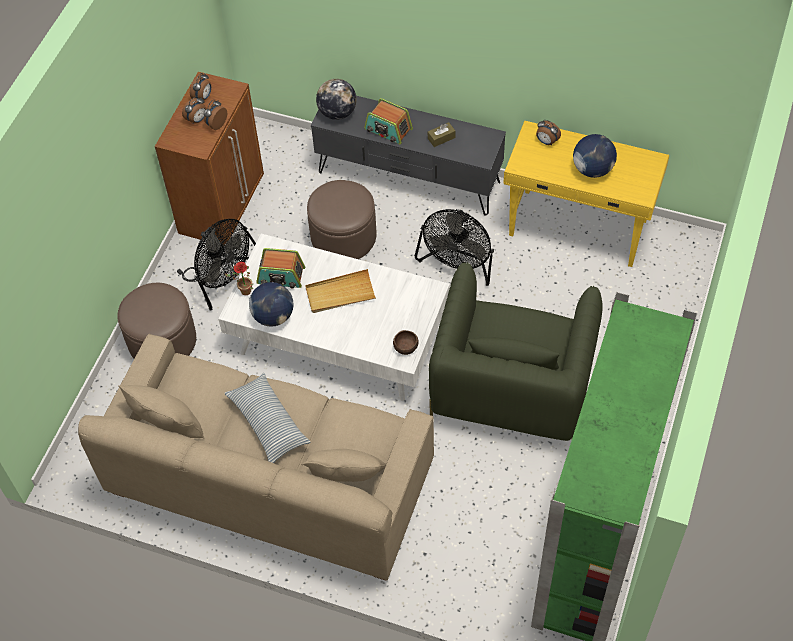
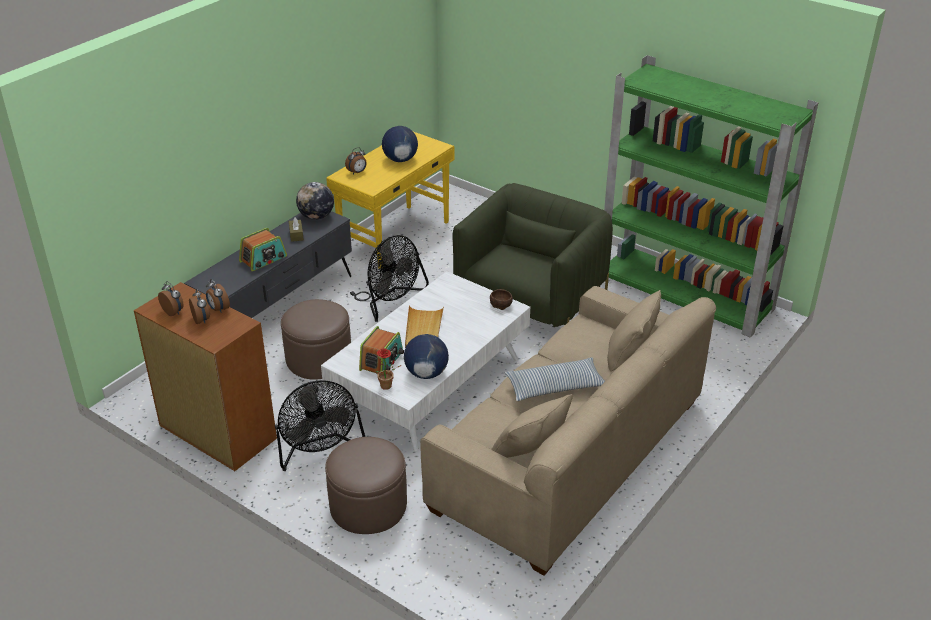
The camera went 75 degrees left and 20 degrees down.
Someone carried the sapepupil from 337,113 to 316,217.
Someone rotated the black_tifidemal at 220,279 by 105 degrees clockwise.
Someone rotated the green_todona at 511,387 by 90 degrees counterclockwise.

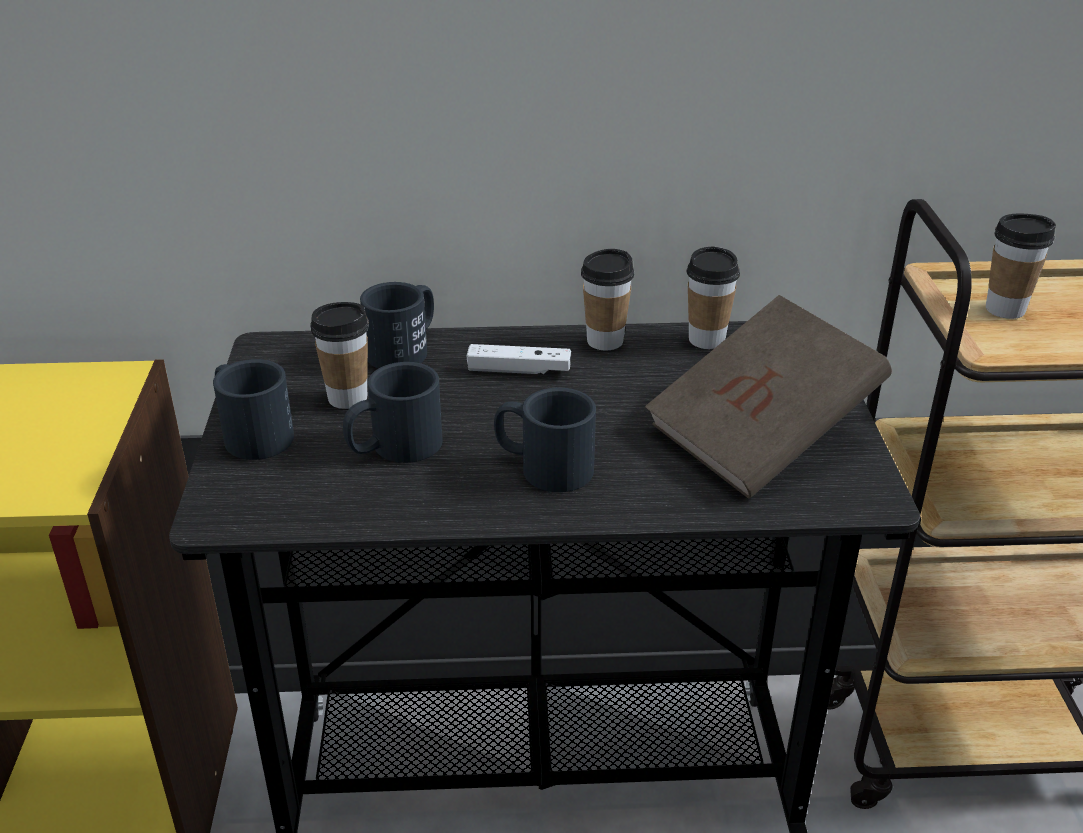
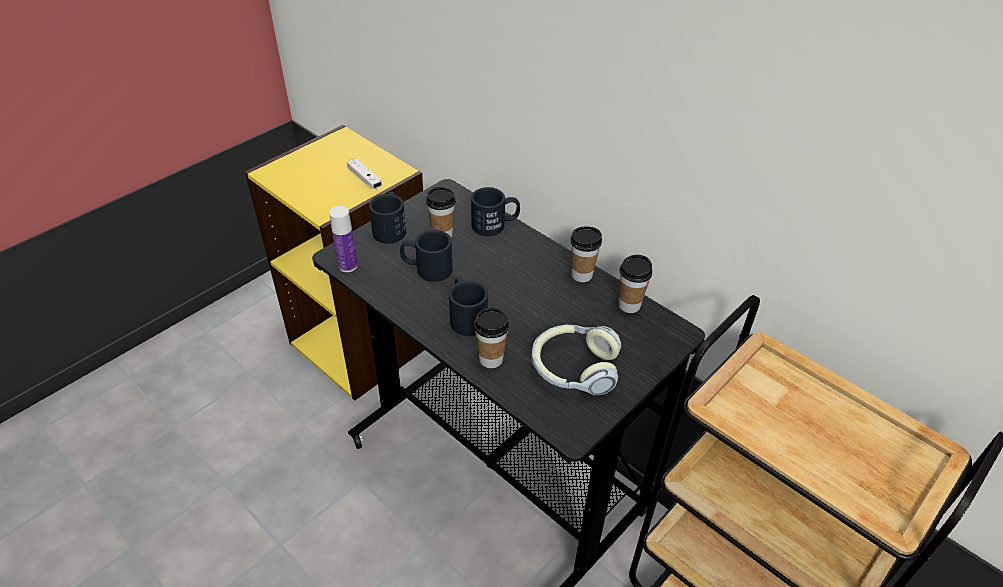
The camera went 45 degrees right and 10 degrees up.
Someone put down the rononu at 347,266.
Someone carried the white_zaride from 519,370 to 365,179.
Someone carried the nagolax from 1005,309 to 491,359.
Someone swapped the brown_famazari at 761,436 for the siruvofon at 573,368.

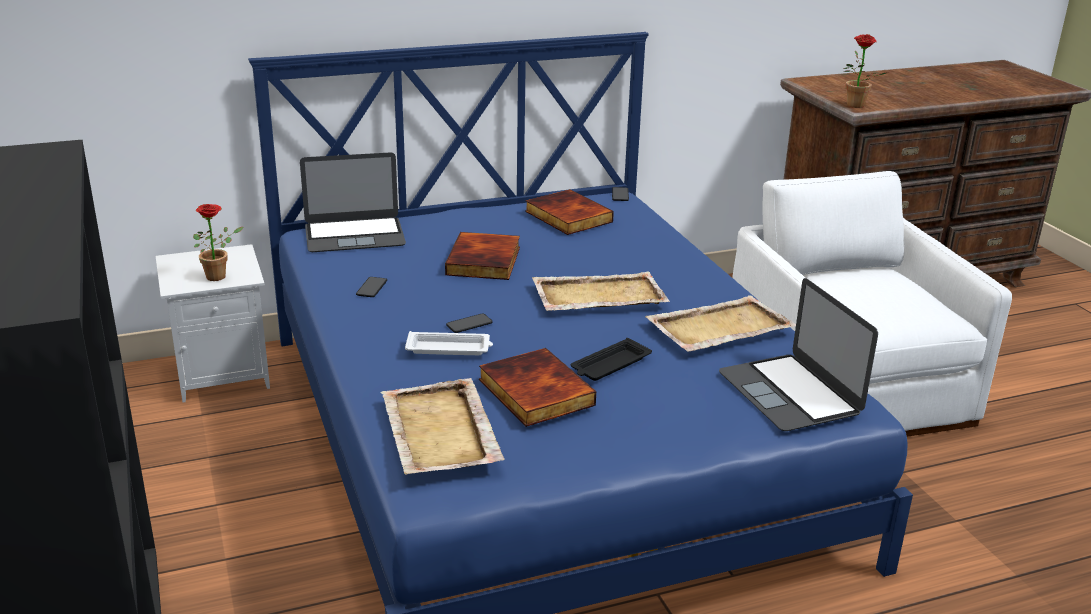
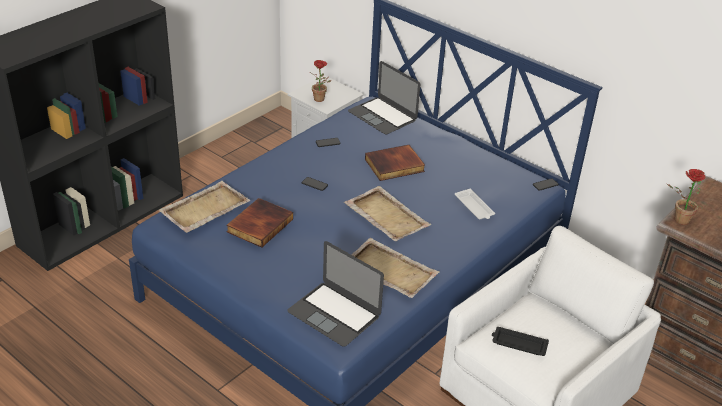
The camera went 60 degrees right and 10 degrees up.
Someone took away the famazari at 566,217.
Someone carried the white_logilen from 450,348 to 474,207.
Someone carried the black_logilen from 609,365 to 518,344.
Someone rotated the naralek at 789,392 by 90 degrees counterclockwise.

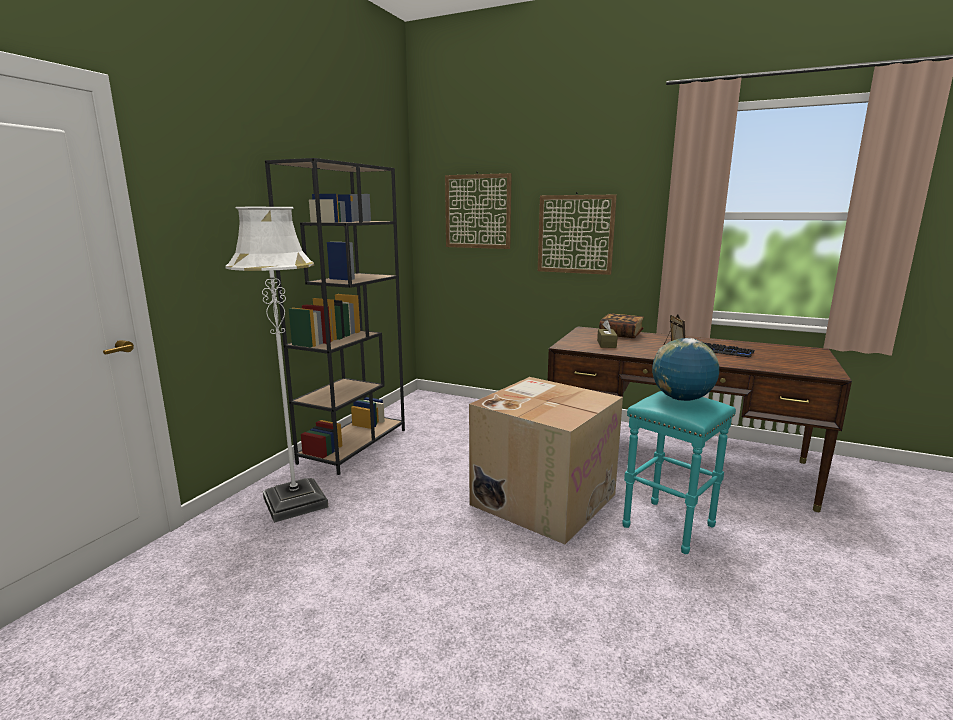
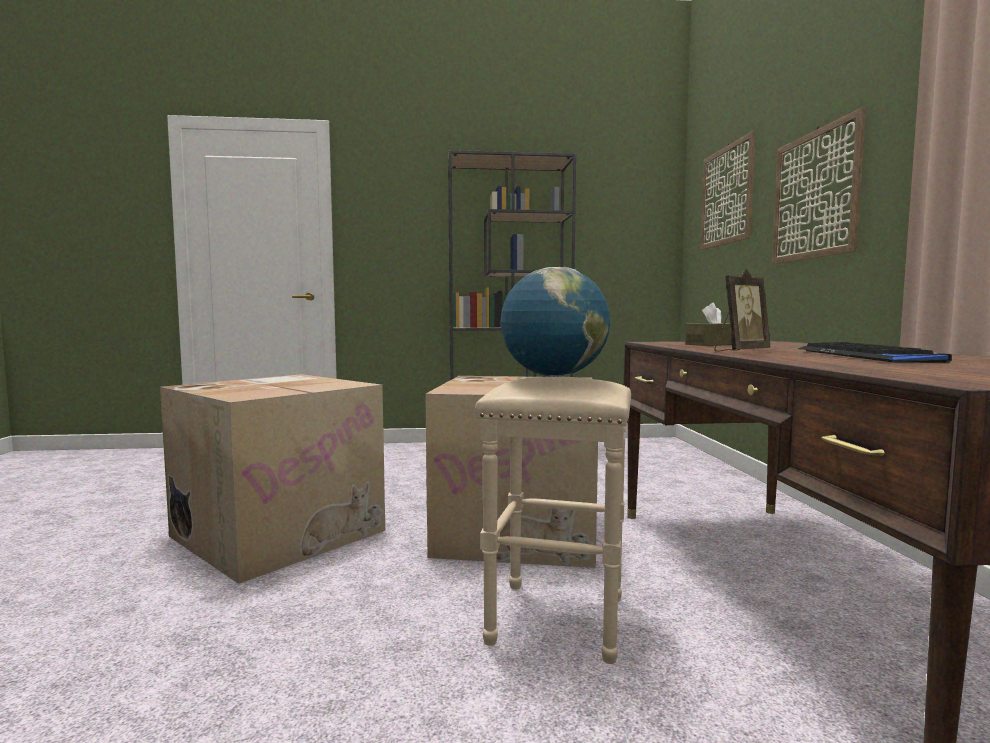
The camera went 60 degrees right and 10 degrees down.
Someone took away the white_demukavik at 295,502.
Someone took away the famazari at 620,335.
Someone put down the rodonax at 279,532.
Someone repainted the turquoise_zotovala at 666,525, which became the beige_zotovala at 554,617.

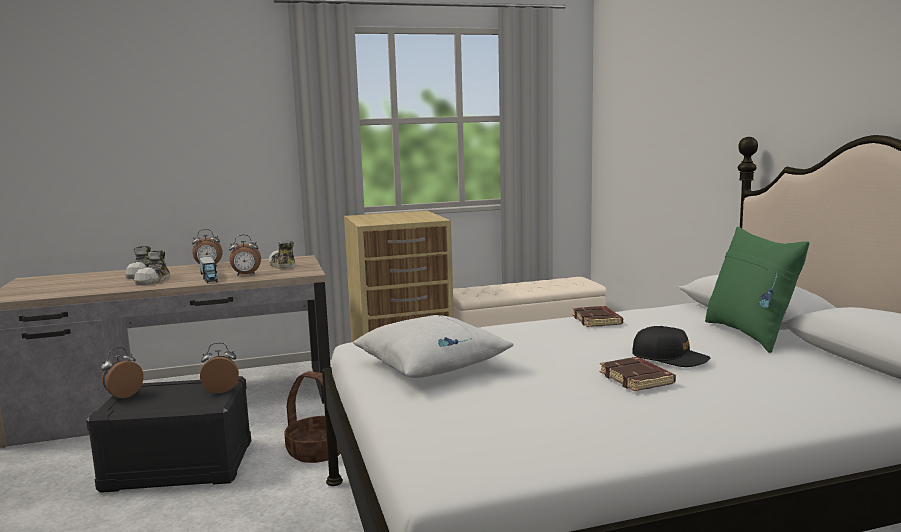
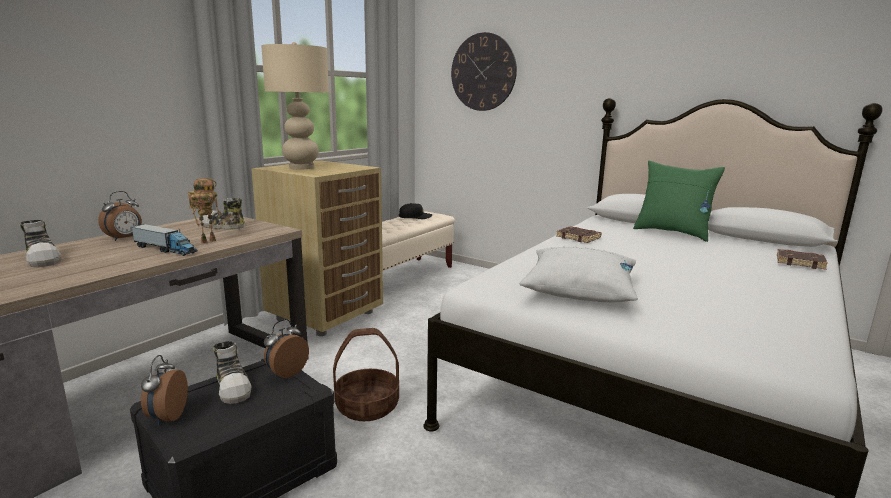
The camera went 40 degrees left and 5 degrees up.
Someone put down the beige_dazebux at 301,167.
Someone put up the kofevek at 483,72.
Someone carried the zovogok from 154,280 to 234,387.
Someone carried the brown_famazari from 637,379 to 800,262.
Someone carried the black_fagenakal from 669,358 to 415,217.
Someone swapped the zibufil at 246,275 for the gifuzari at 208,241.

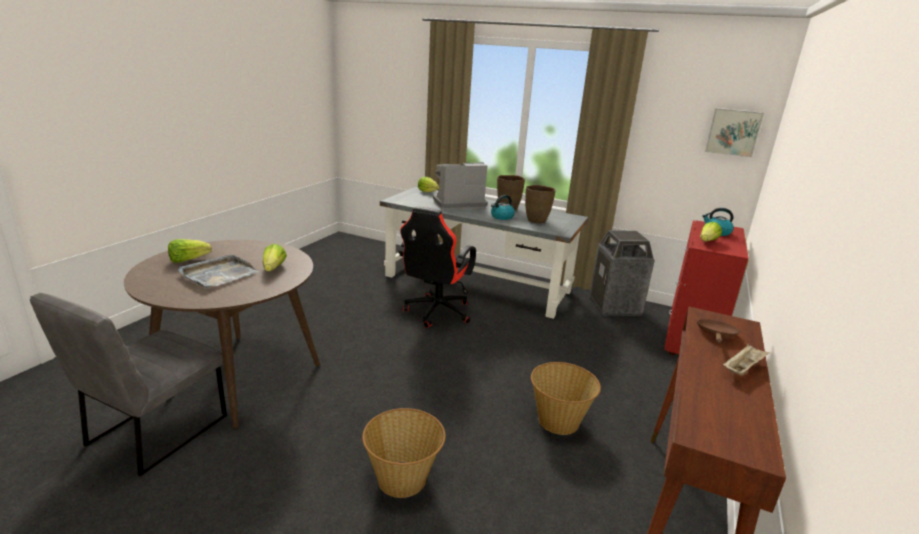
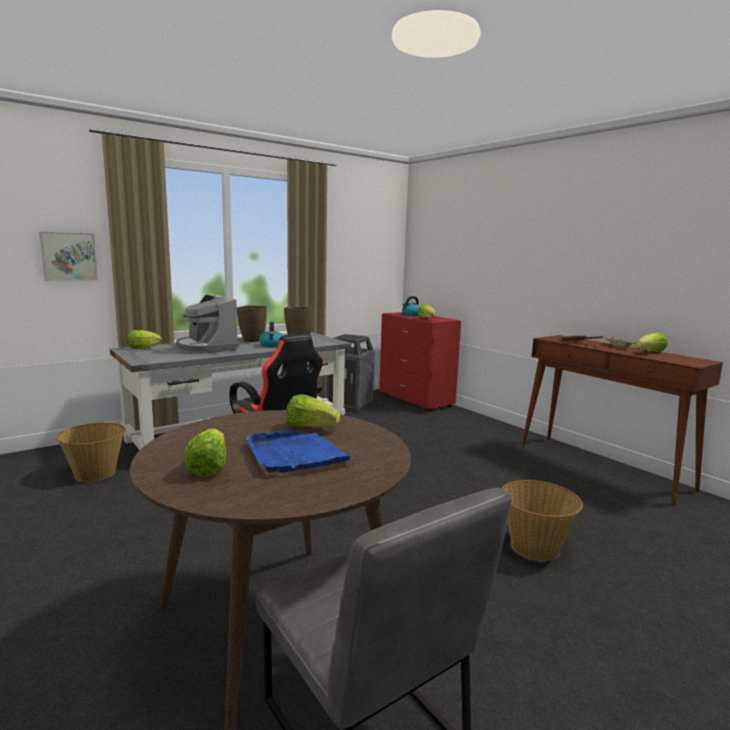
The camera went 60 degrees left and 10 degrees down.
Someone put down the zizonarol at 650,352.
Someone carried the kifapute from 558,420 to 95,473.
Someone carried the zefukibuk from 733,132 to 69,256.
Someone repainted the grey_logilen at 218,274, which became the blue_logilen at 295,454.
Someone rotated the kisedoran at 457,204 by 45 degrees counterclockwise.

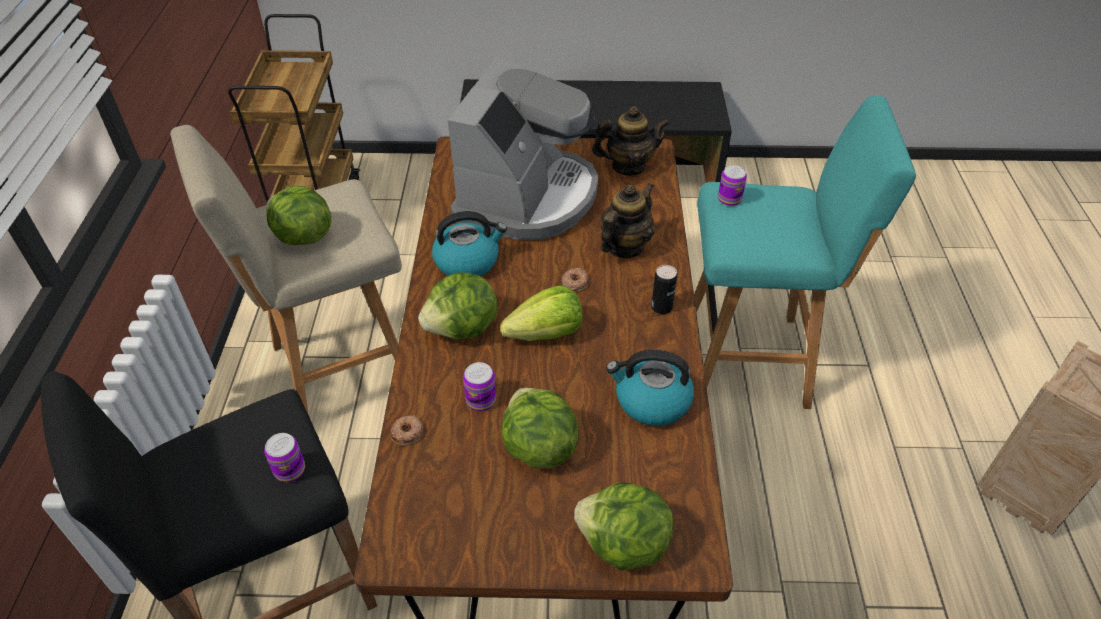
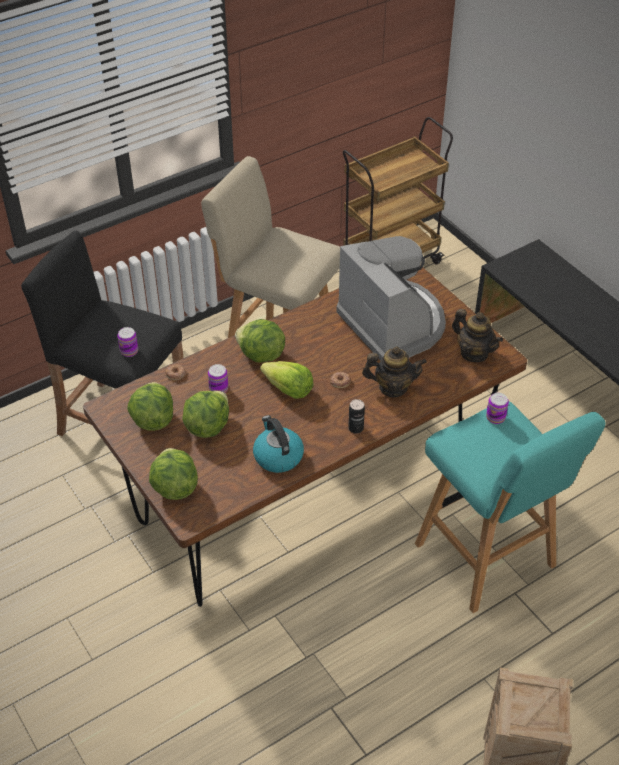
The camera went 55 degrees right and 0 degrees up.
Someone took away the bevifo at 468,261.
Someone carried the zizonarol from 302,237 to 153,420.
Someone rotated the kisedoran at 527,197 by 105 degrees counterclockwise.

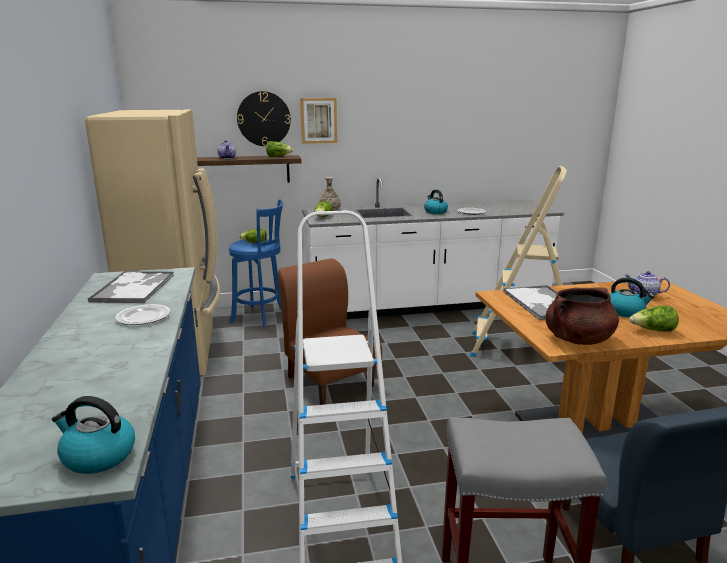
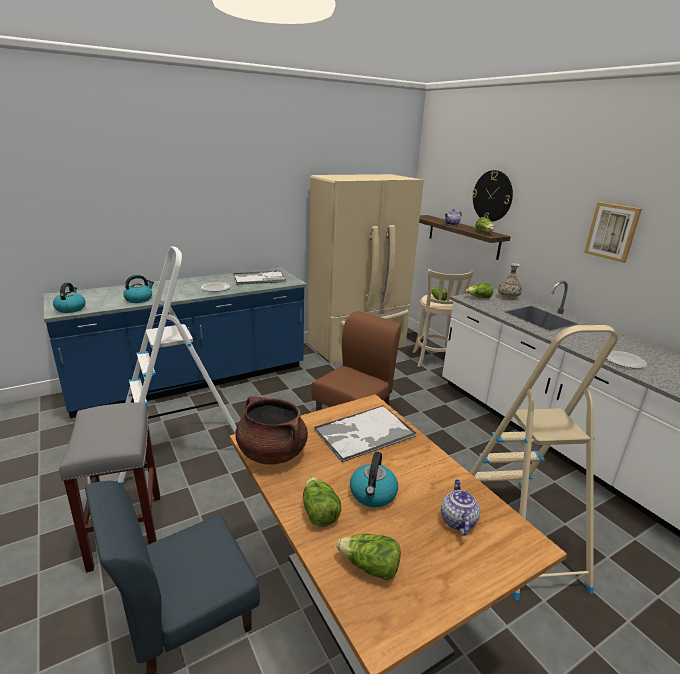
The camera went 70 degrees right and 5 degrees up.
Someone put down the zizonarol at 370,567.
Someone carried the zefukibuk from 318,120 to 612,231.
Someone carried the bevifo from 435,212 to 139,299.
Someone repainted the blue_zotovala at 260,317, which became the beige_zotovala at 433,361.

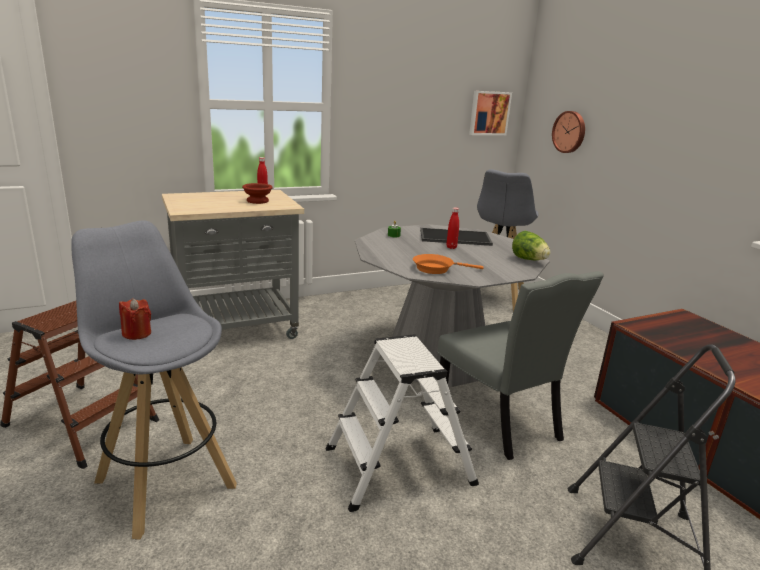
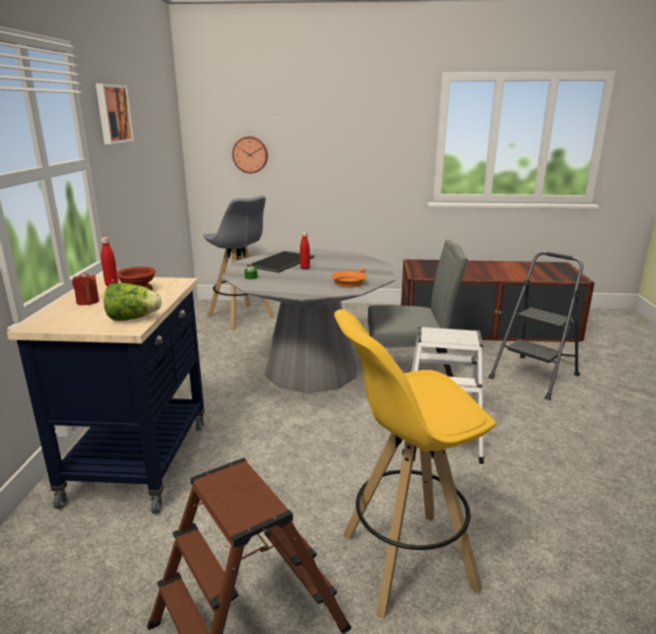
The camera went 60 degrees left and 0 degrees up.
Someone carried the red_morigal from 137,333 to 88,302.
Someone carried the zefukibuk from 489,113 to 112,114.
Someone carried the zizonarol from 529,260 to 133,319.
Someone repainted the grey_zotovala at 165,481, which became the yellow_zotovala at 403,560.
Someone repainted the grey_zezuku at 236,330, which became the blue_zezuku at 138,462.

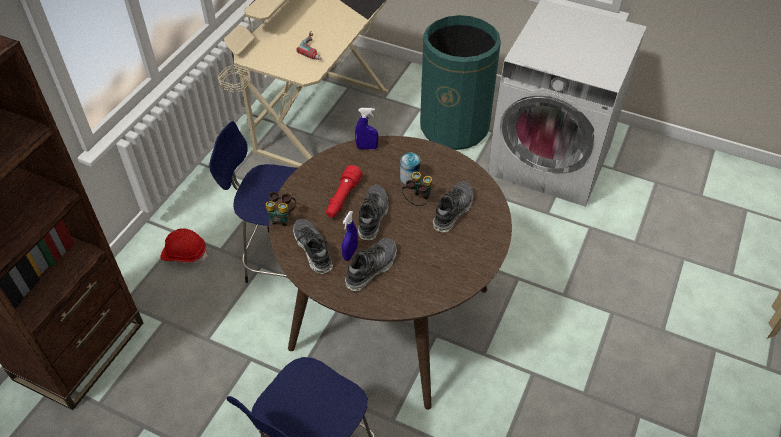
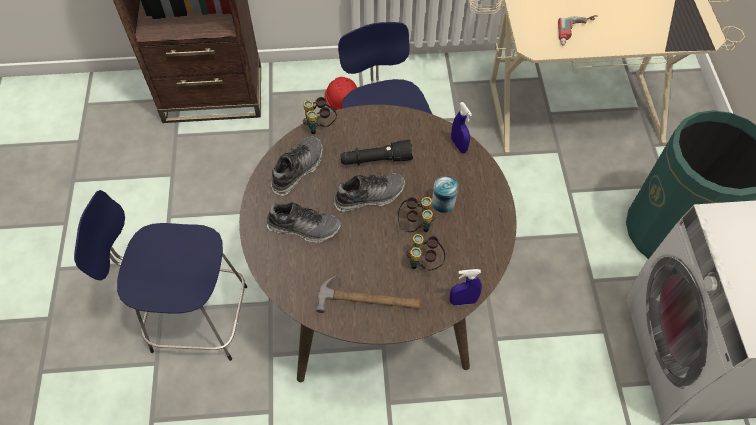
The camera went 60 degrees right and 10 degrees up.
Someone put down the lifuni at 369,300.
Someone carried the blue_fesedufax from 350,253 to 463,301.
Someone swapped the zovogok at 452,210 for the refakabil at 424,263.
Someone repainted the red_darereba at 342,198, which became the black_darereba at 376,160.

